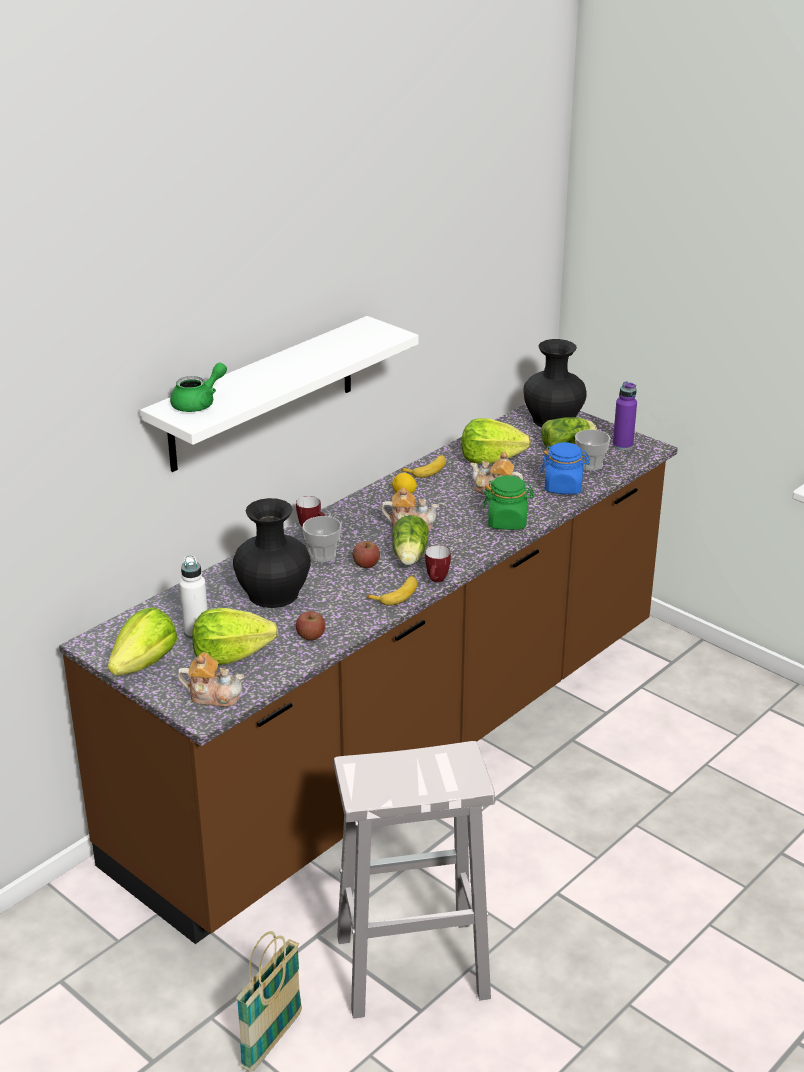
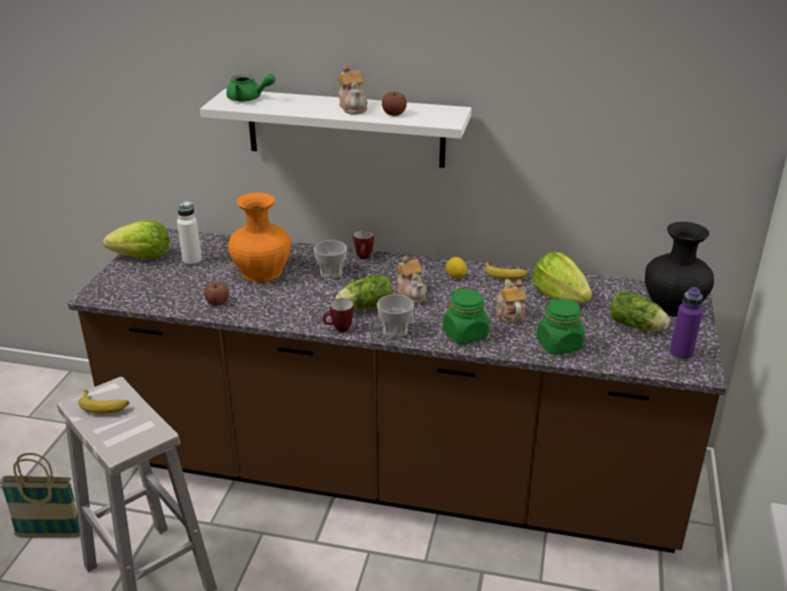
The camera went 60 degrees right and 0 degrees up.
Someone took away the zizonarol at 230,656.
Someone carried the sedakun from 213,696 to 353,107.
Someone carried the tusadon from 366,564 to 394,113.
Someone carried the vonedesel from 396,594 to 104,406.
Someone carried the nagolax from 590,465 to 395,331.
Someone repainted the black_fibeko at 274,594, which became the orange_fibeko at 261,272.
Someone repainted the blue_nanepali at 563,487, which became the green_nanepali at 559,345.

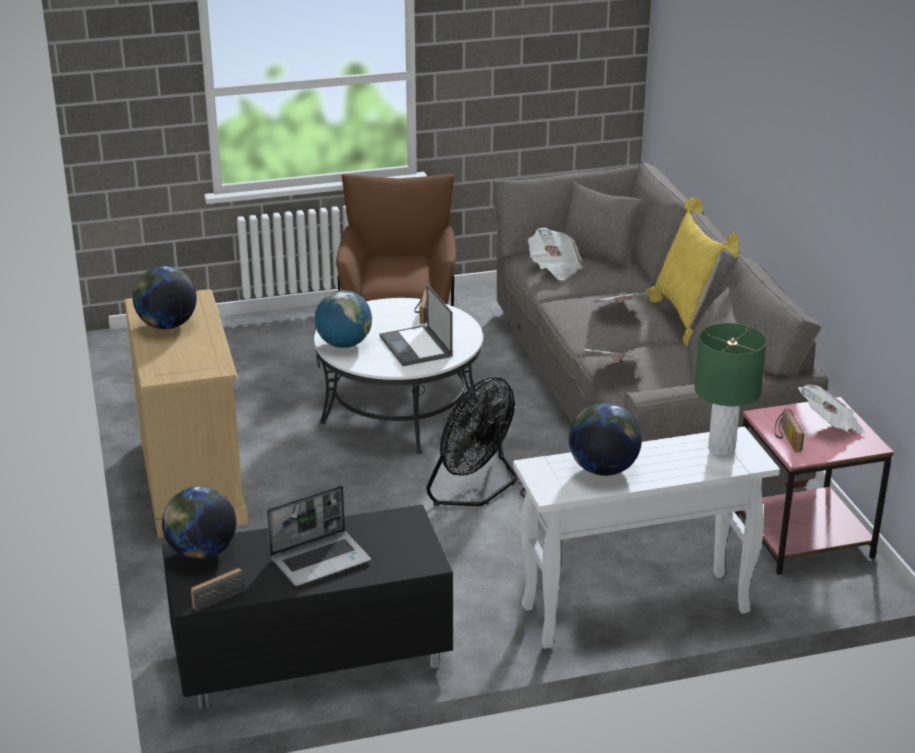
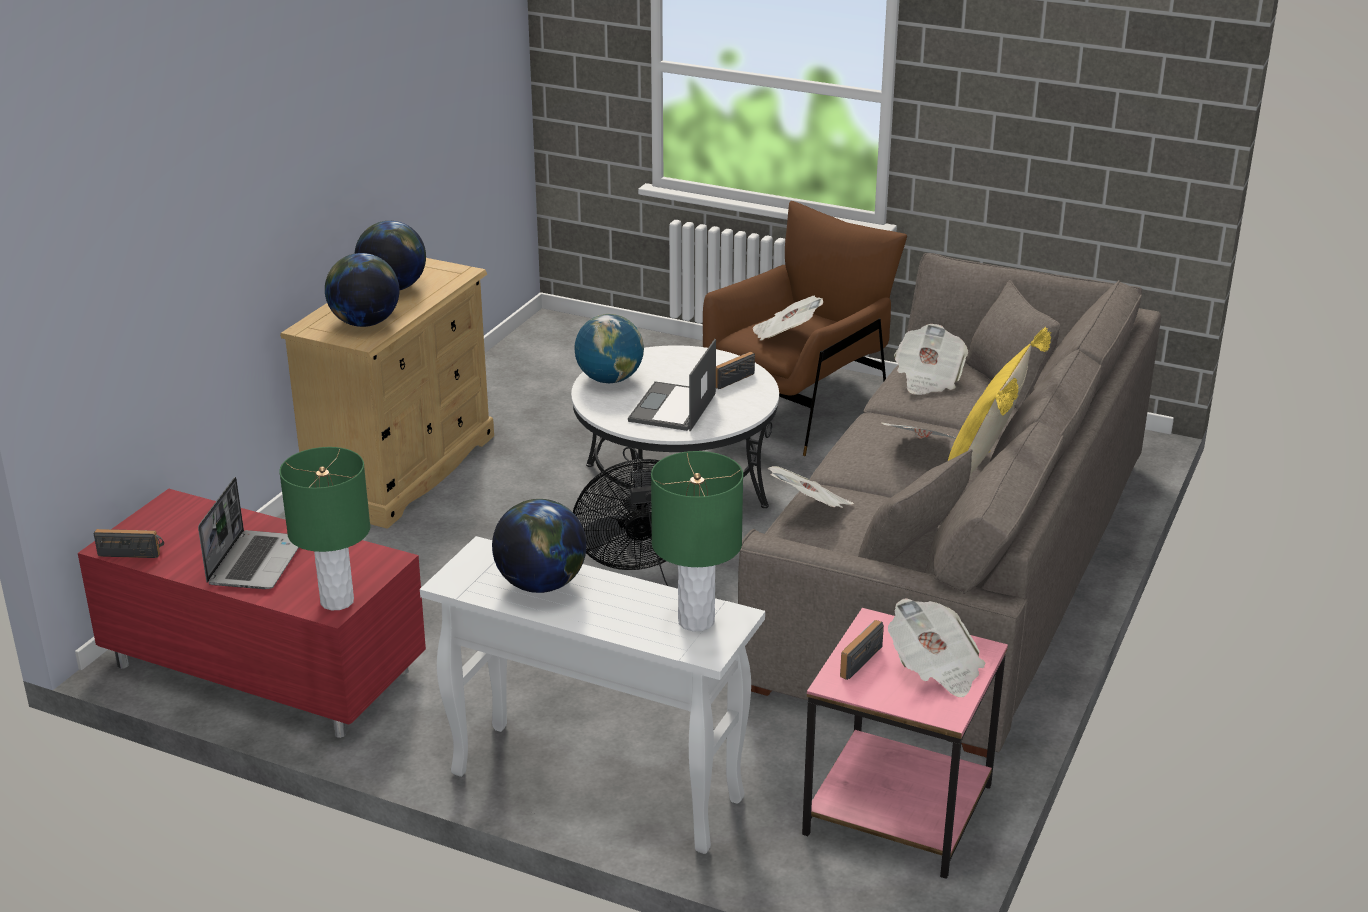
The camera went 40 degrees right and 0 degrees up.
Someone put down the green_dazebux at 337,601.
Someone put down the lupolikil at 785,335.
Someone carried the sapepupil from 201,552 to 365,323.
Someone repainted the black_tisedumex at 309,652, which became the red_tisedumex at 262,665.
Someone rotated the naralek at 321,559 by 90 degrees counterclockwise.

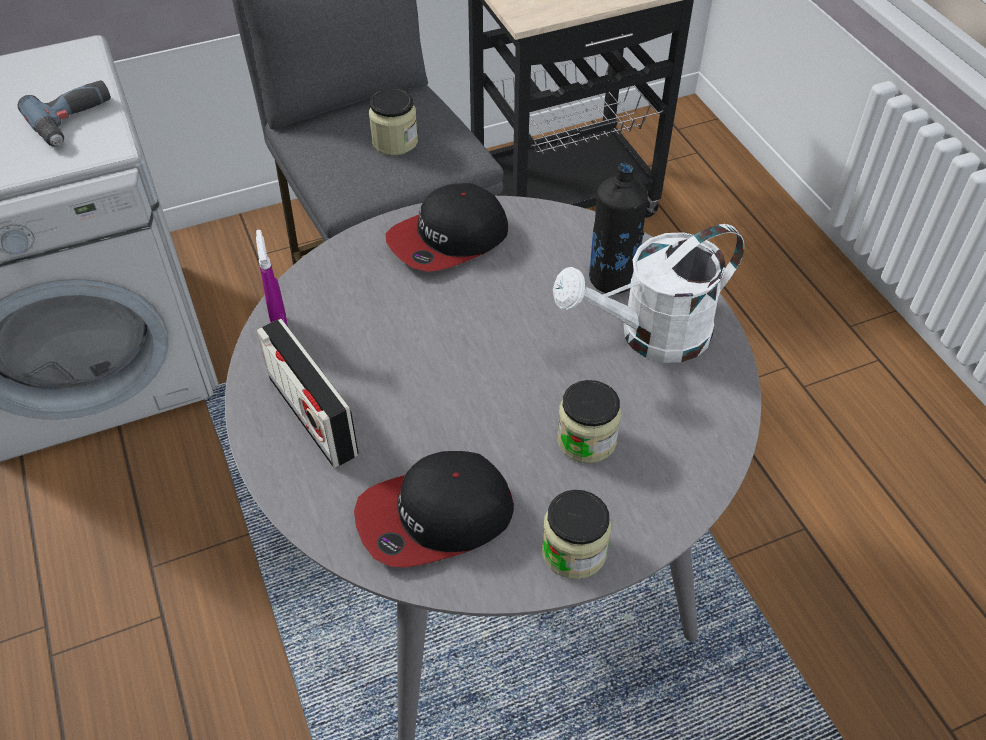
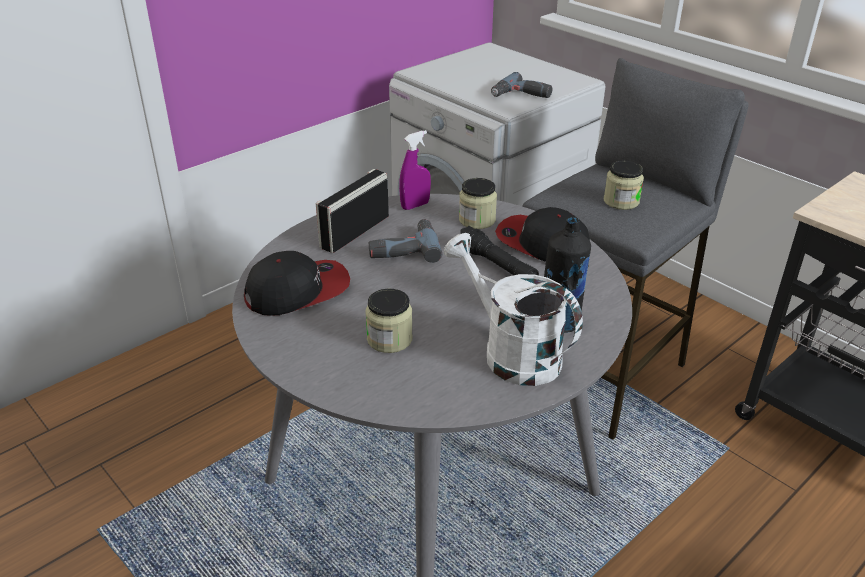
The camera went 70 degrees right and 15 degrees down.
Someone put down the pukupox at 403,248.
Someone put down the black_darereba at 497,265.
Someone carried the nanepali from 574,551 to 477,220.
Someone rotated the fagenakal at 435,517 by 105 degrees clockwise.

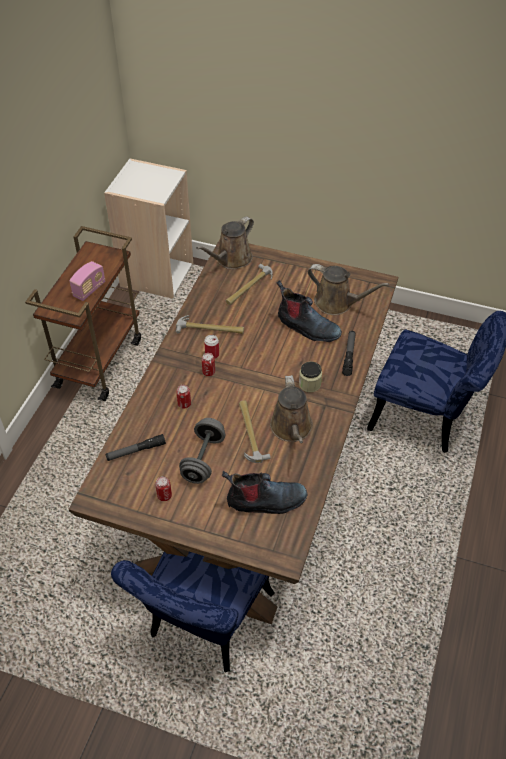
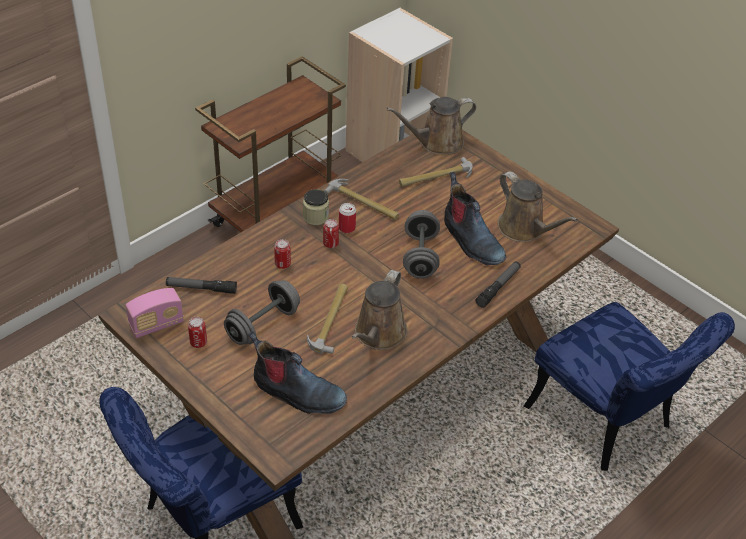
The camera went 25 degrees right and 5 degrees down.
Someone put down the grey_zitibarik at 420,256.
Someone carried the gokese from 89,290 to 156,325.
Someone carried the nanepali from 309,384 to 315,217.

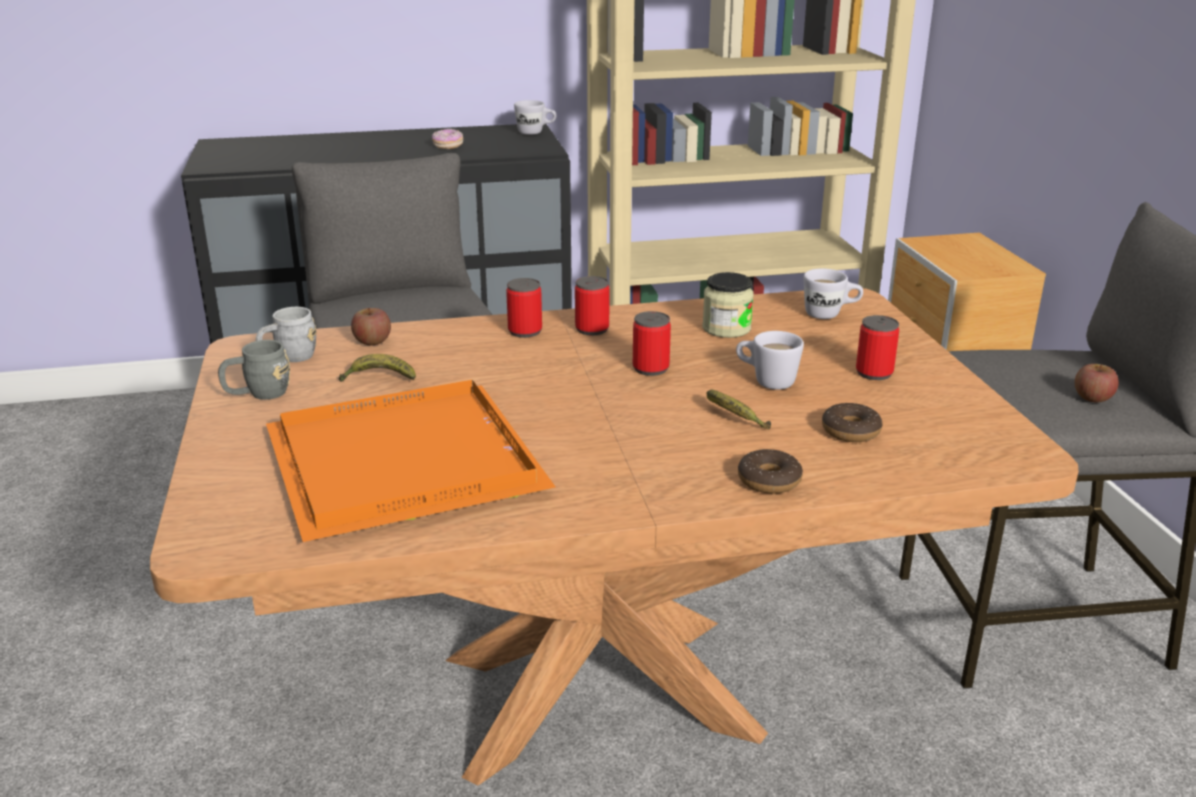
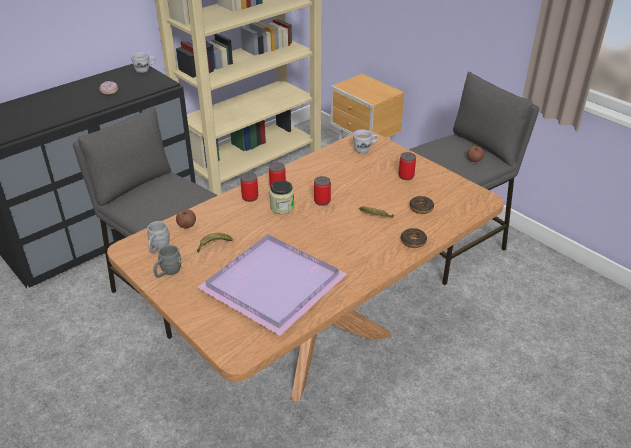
The camera went 30 degrees left and 10 degrees up.
Someone took away the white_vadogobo at 766,381.
Someone carried the nanepali from 726,328 to 282,207.
Someone repainted the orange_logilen at 410,465, which became the purple_logilen at 276,284.

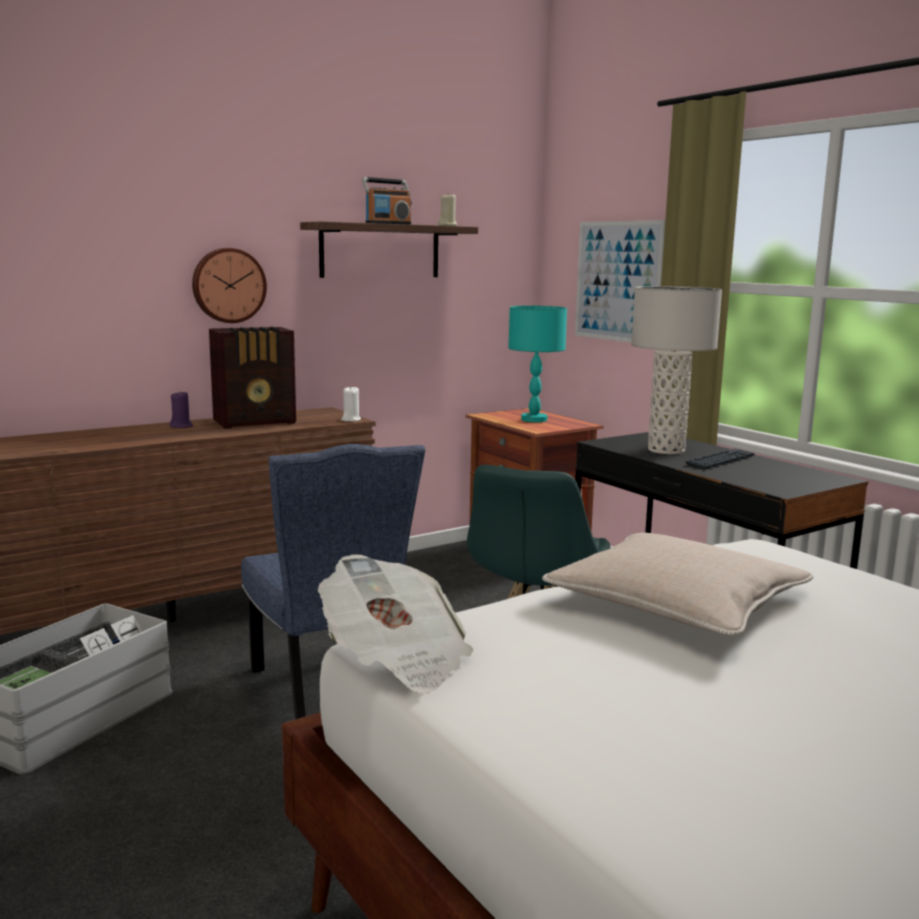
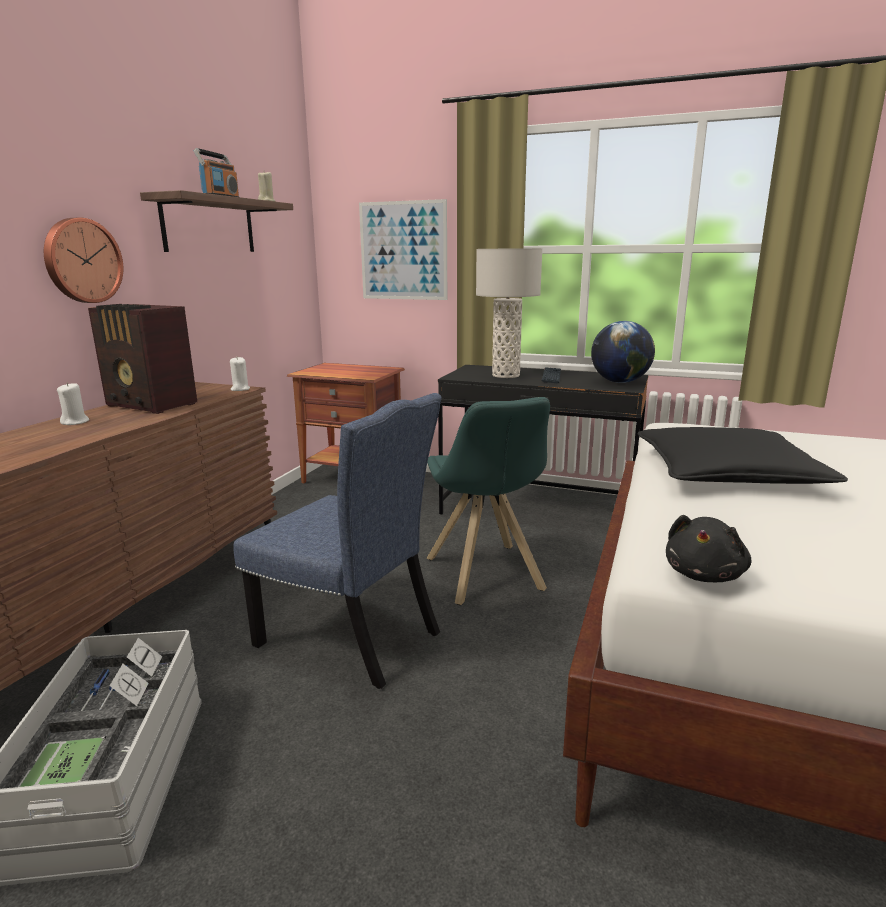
The camera went 35 degrees left and 5 degrees up.
Someone took away the turquoise_dazebux at 533,419.
Someone put down the sapepupil at 619,382.
Someone swapped the lupolikil at 396,659 for the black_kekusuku at 704,574.
Someone repainted the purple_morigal at 181,426, which became the white_morigal at 75,422.
Someone repainted the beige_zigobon at 677,600, which became the black_zigobon at 727,471.
Someone rotated the gokese at 256,422 by 90 degrees clockwise.

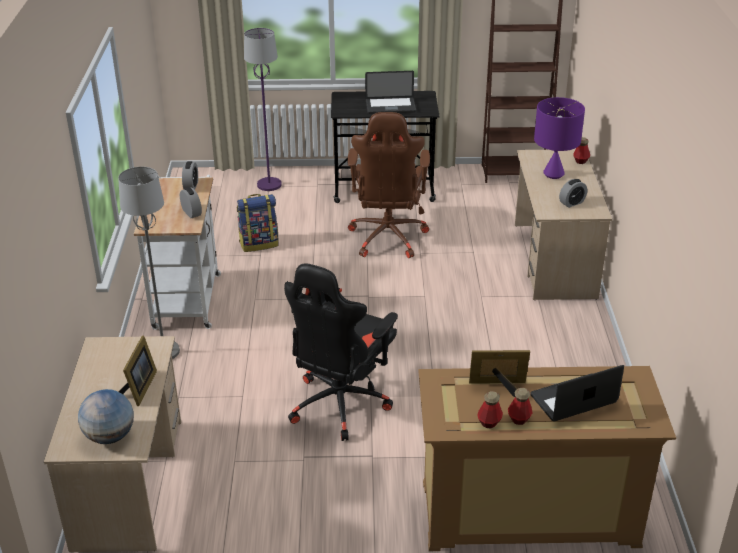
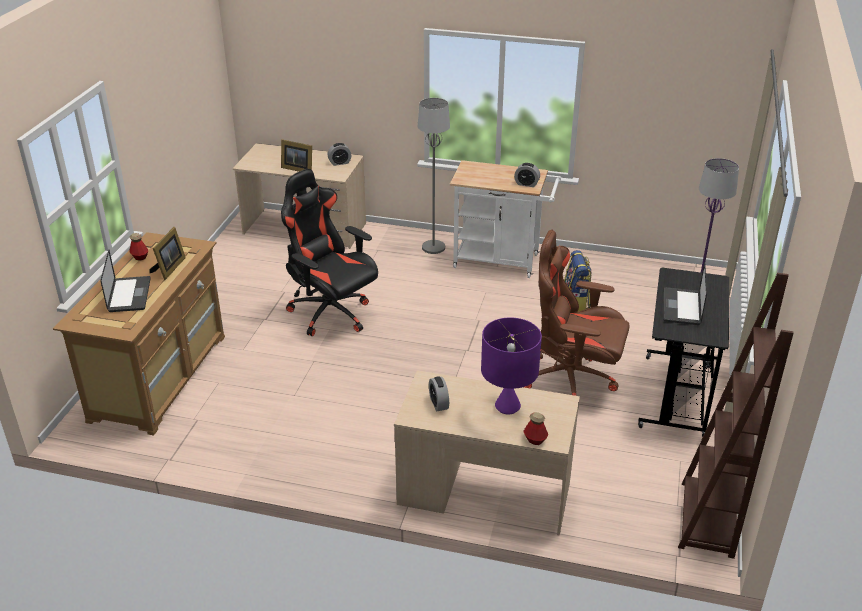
The camera went 105 degrees right and 0 degrees up.
Someone took away the sapepupil at 110,436.
Someone took away the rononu at 519,419.
Someone carried the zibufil from 191,213 to 339,163.

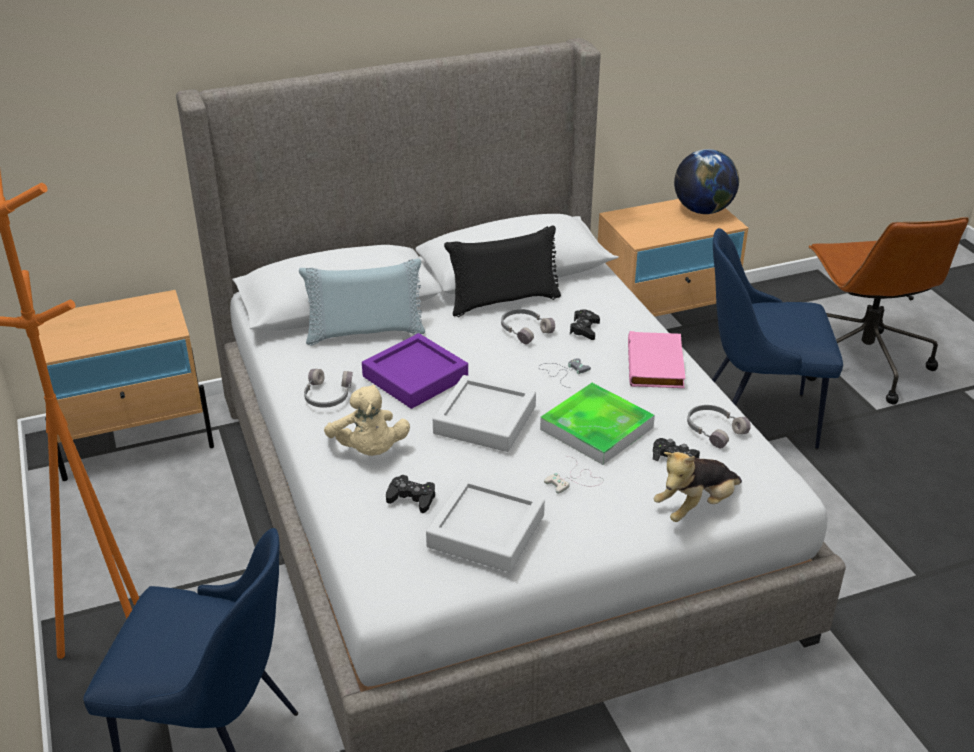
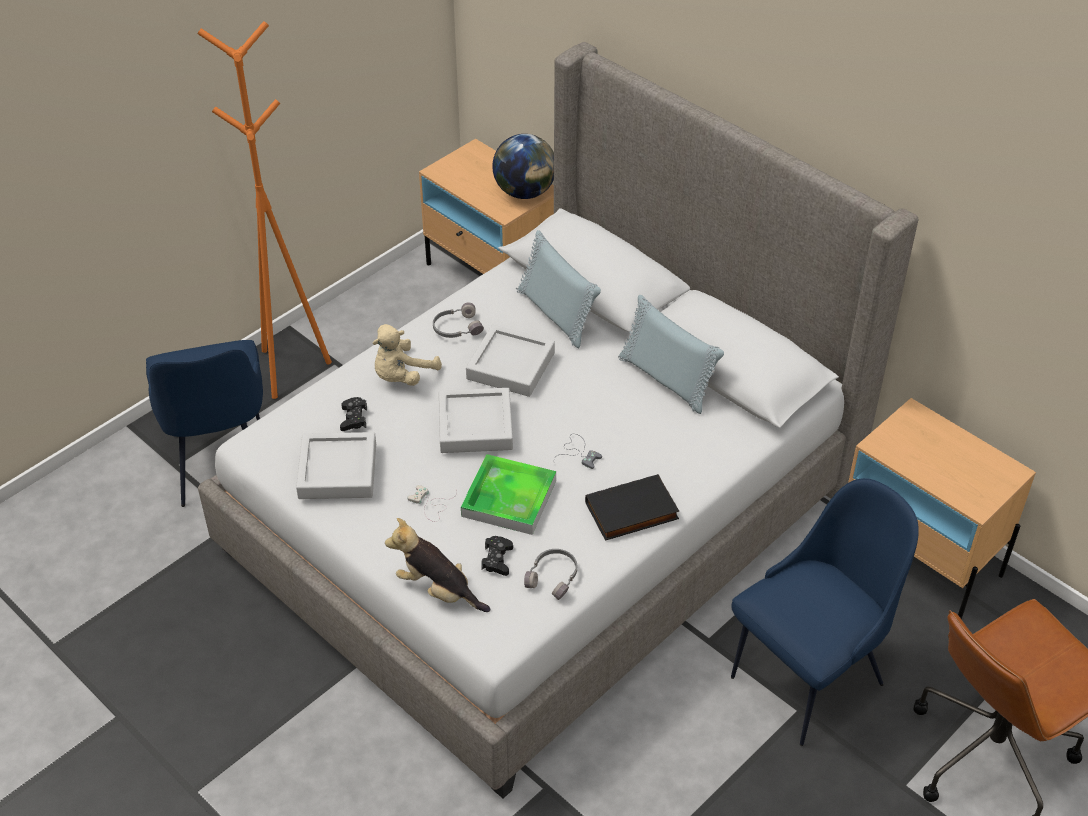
The camera went 65 degrees right and 10 degrees up.
Someone took away the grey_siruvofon at 525,330.
Someone took away the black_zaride at 584,329.
Someone carried the sapepupil from 703,210 to 525,192.
Someone repainted the purple_logilen at 415,377, which became the grey_logilen at 510,366.
Someone repainted the black_zigobon at 504,301, which became the blue_zigobon at 667,380.
Someone repainted the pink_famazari at 657,365, which became the black_famazari at 632,512.
Someone rotated the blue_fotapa at 758,420 by 75 degrees clockwise.

